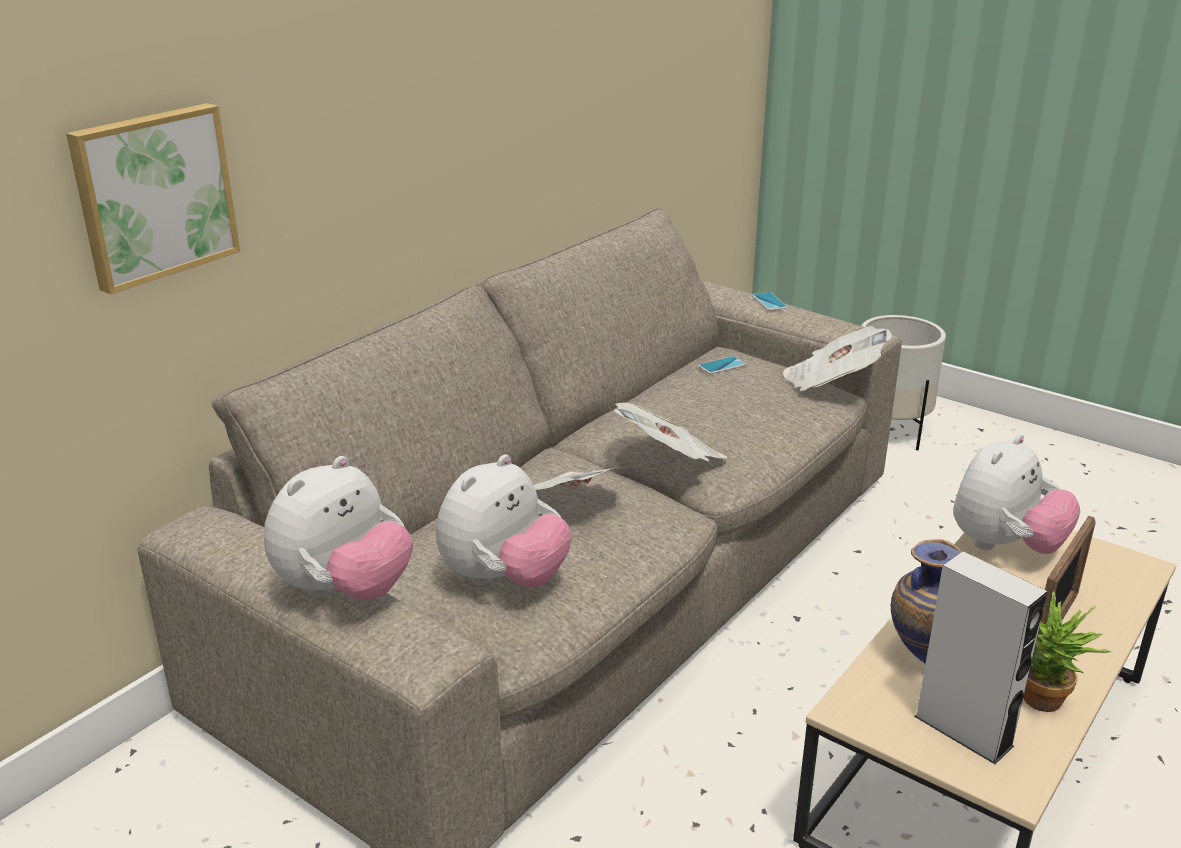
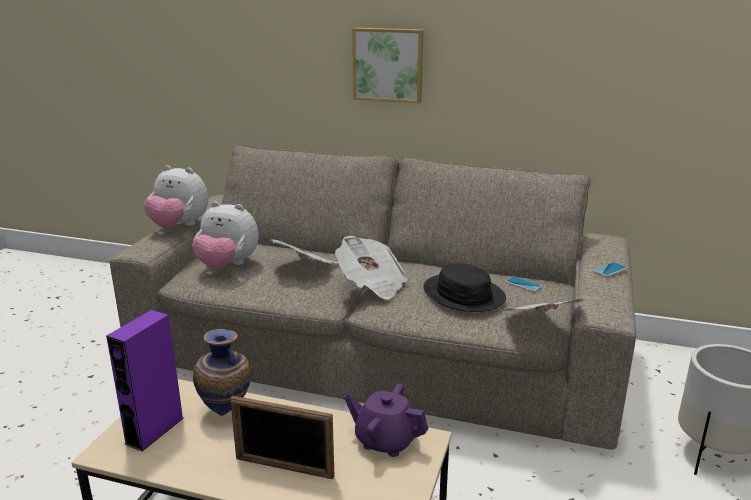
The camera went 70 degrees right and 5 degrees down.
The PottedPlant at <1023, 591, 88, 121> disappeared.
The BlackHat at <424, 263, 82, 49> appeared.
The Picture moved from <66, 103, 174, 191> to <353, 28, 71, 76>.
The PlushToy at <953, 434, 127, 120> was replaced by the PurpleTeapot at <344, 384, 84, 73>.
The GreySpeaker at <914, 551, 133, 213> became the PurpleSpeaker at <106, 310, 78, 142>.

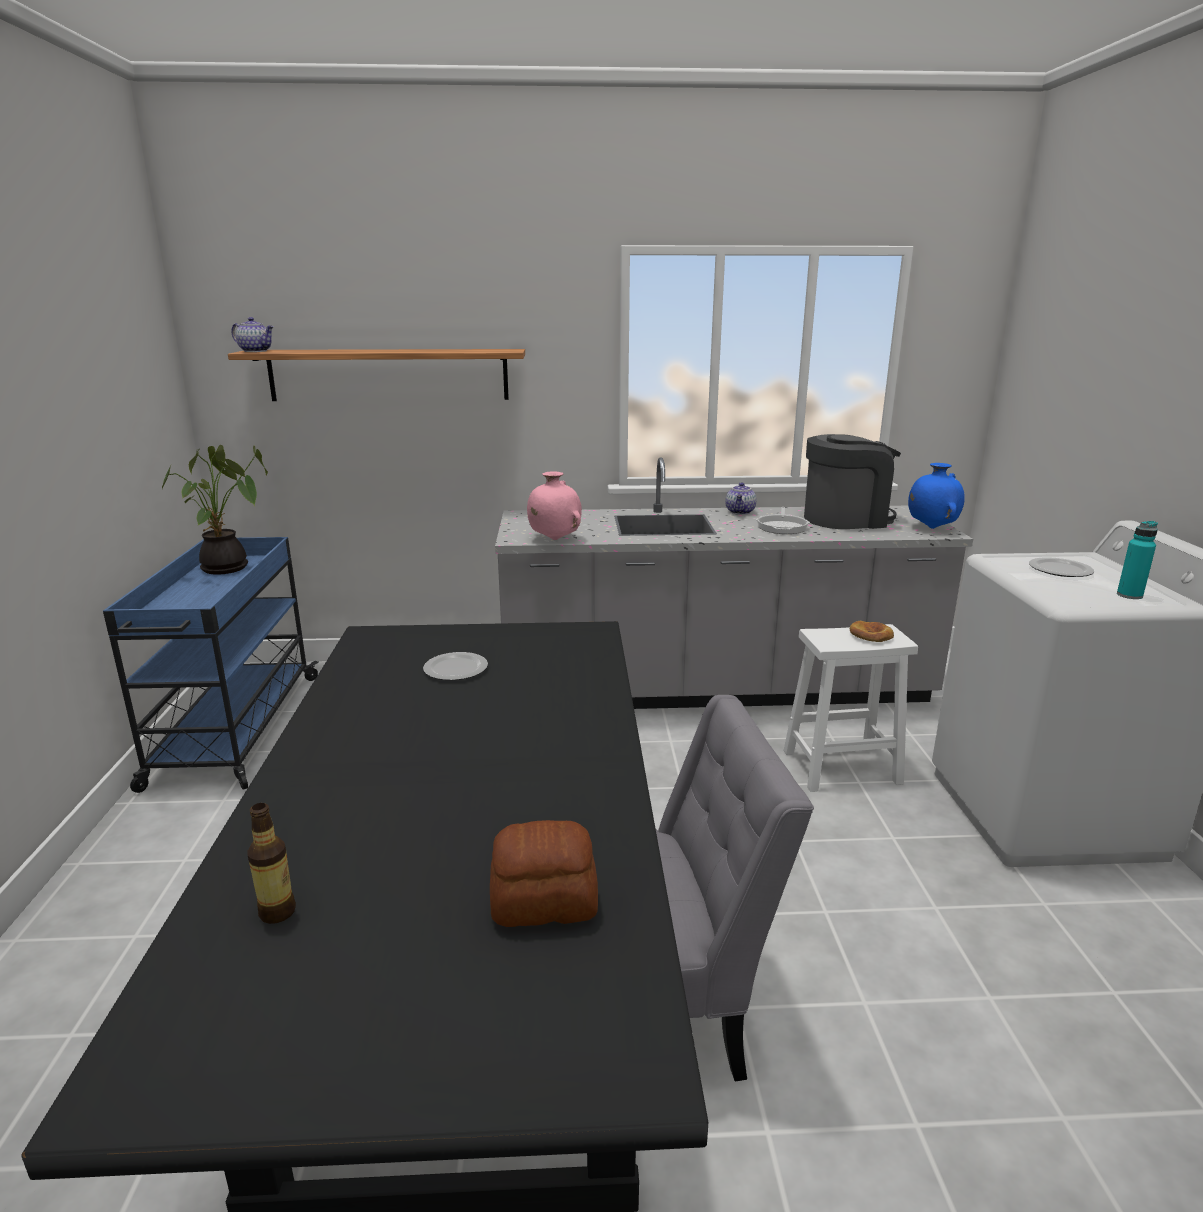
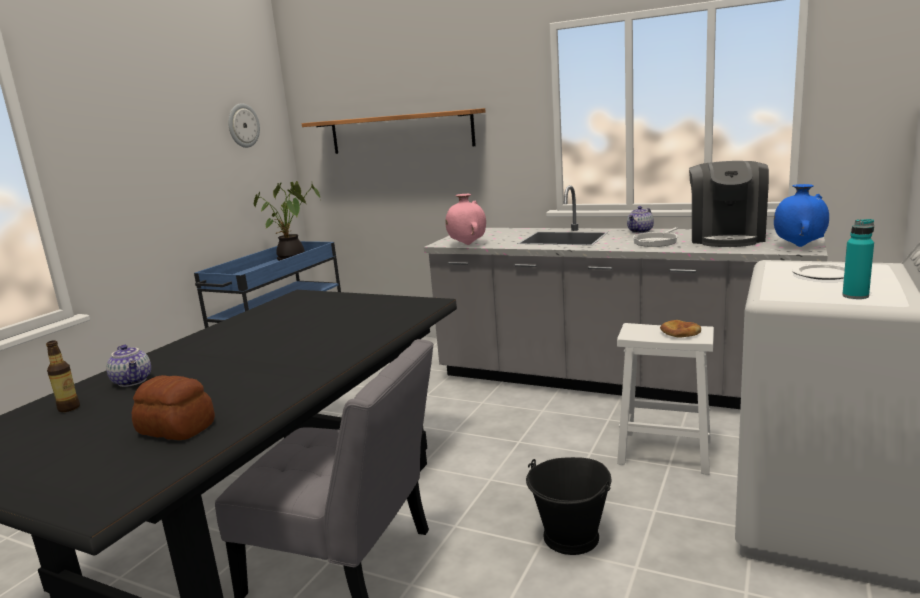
The camera went 30 degrees right and 5 degrees down.
The Plate at <423, 652, 65, 28> disappeared.
The WallClock at <228, 103, 32, 45> appeared.
The BlackBucket at <526, 457, 85, 98> appeared.
The Teapot moved from <232, 317, 42, 35> to <106, 345, 45, 42>.
The CoffeeMachine at <804, 434, 97, 95> turned 90 degrees clockwise.

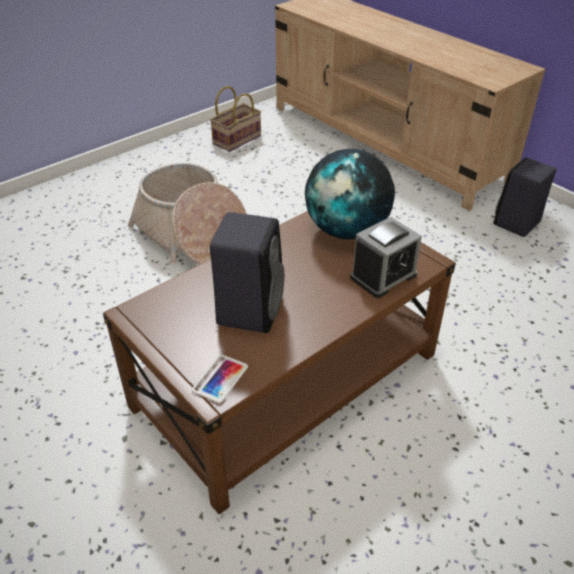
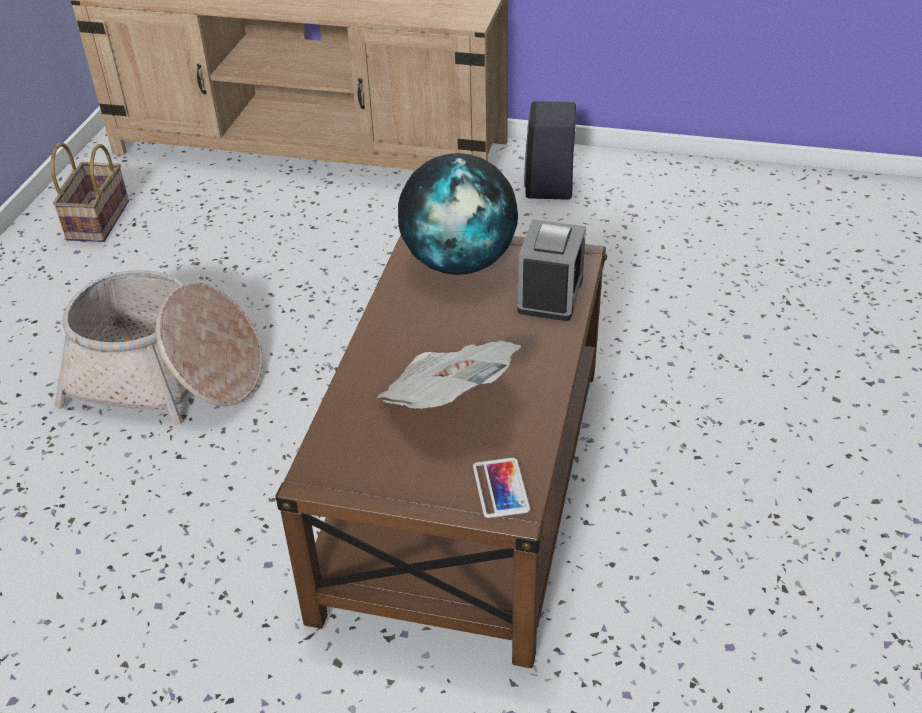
The camera went 35 degrees left and 0 degrees up.
The BlackSpeaker at <210, 212, 74, 121> was replaced by the Newspaper at <377, 340, 144, 69>.

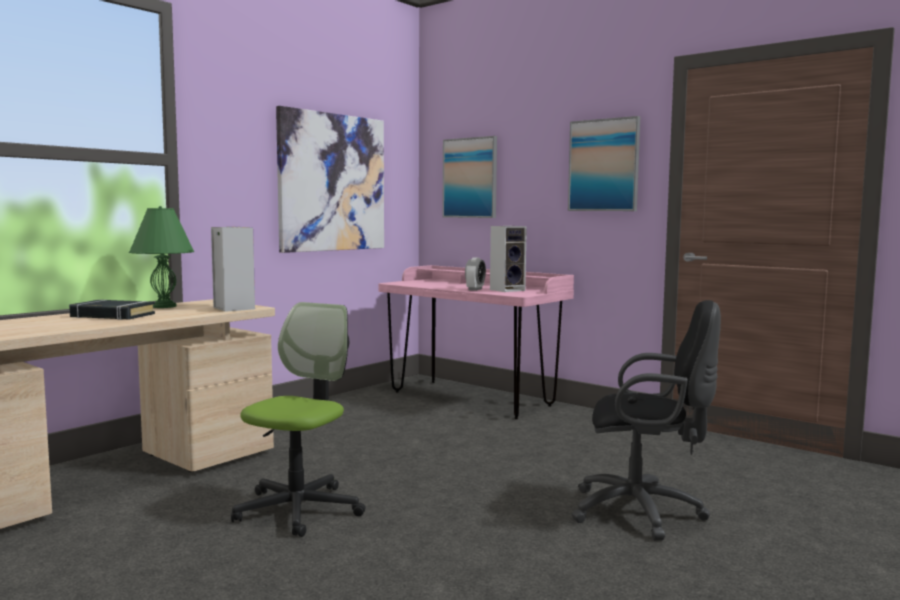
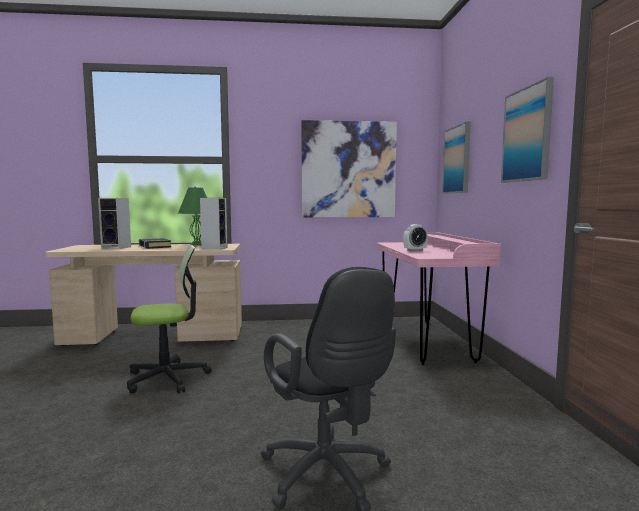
The camera went 45 degrees right and 0 degrees up.
The Speaker moved from <490, 226, 37, 66> to <98, 198, 33, 51>.

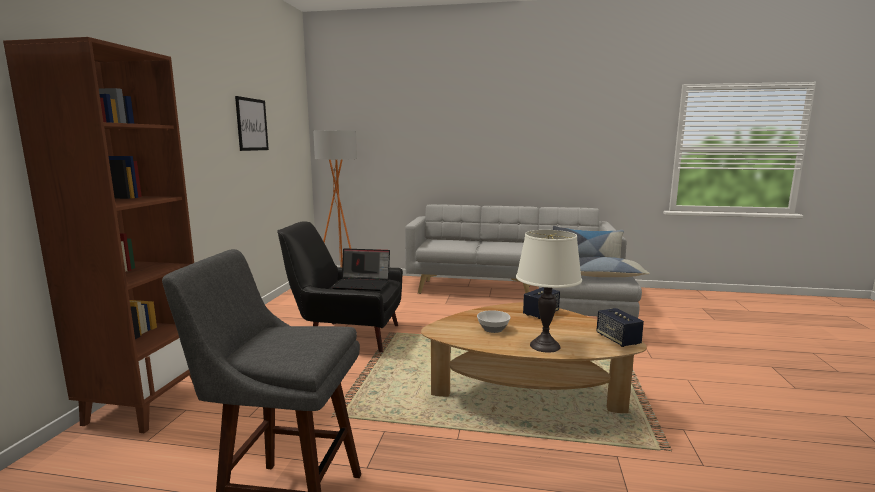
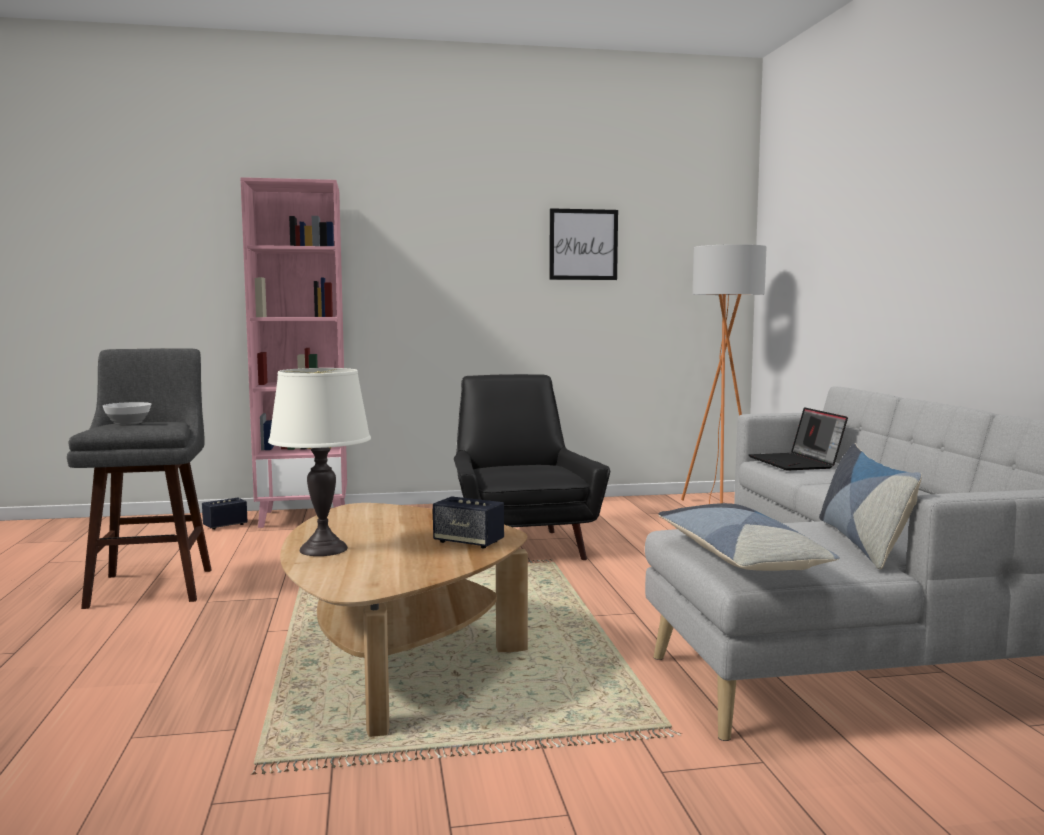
The camera went 70 degrees right and 5 degrees down.
The Laptop moved from <332, 248, 58, 43> to <749, 407, 99, 63>.
The Bowl moved from <477, 310, 34, 23> to <103, 402, 48, 23>.
The Speaker moved from <596, 308, 48, 39> to <202, 498, 46, 32>.
The BrownBookcase at <3, 37, 191, 396> became the PinkBookcase at <240, 177, 107, 351>.

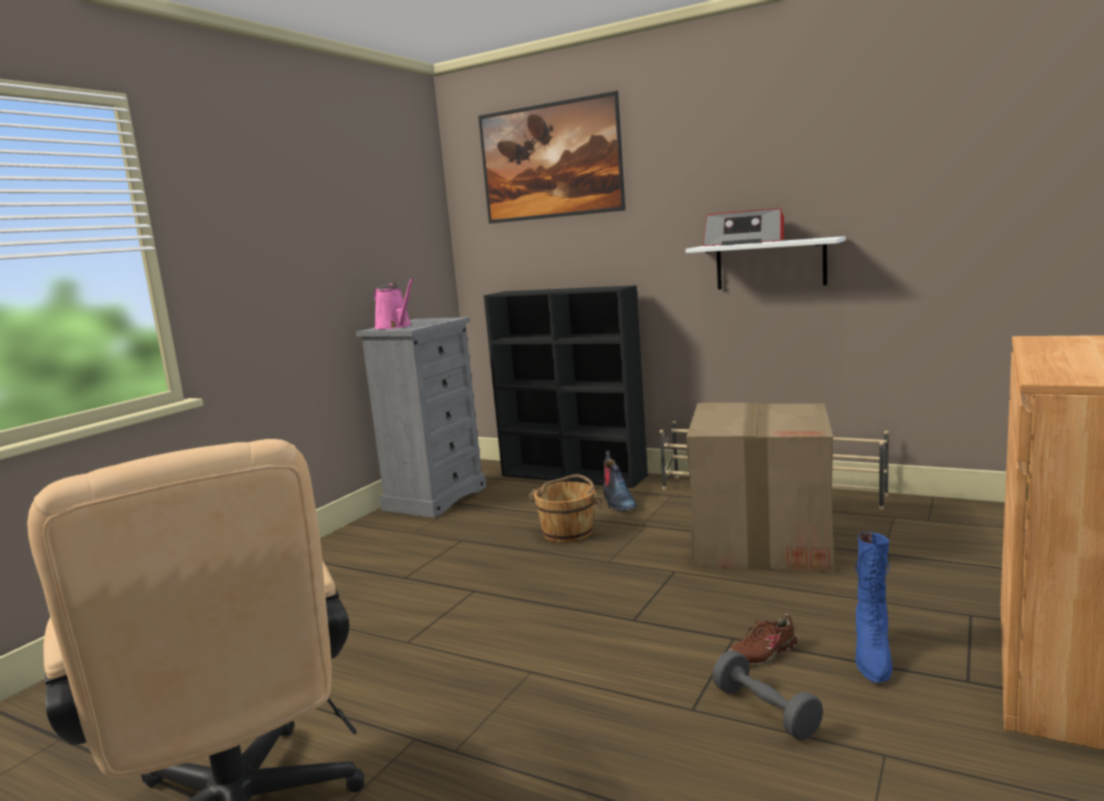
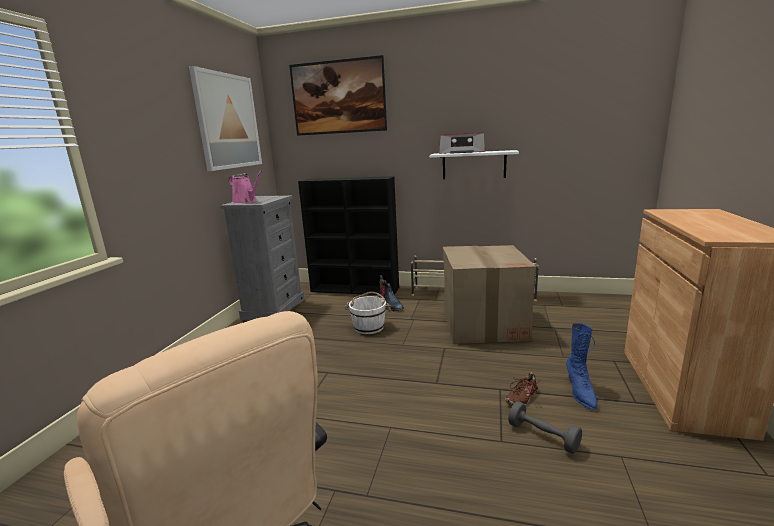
The camera went 15 degrees left and 5 degrees up.
The Picture at <189, 66, 73, 105> appeared.
The BrownBucket at <529, 474, 74, 69> became the WhiteBucket at <345, 292, 47, 42>.

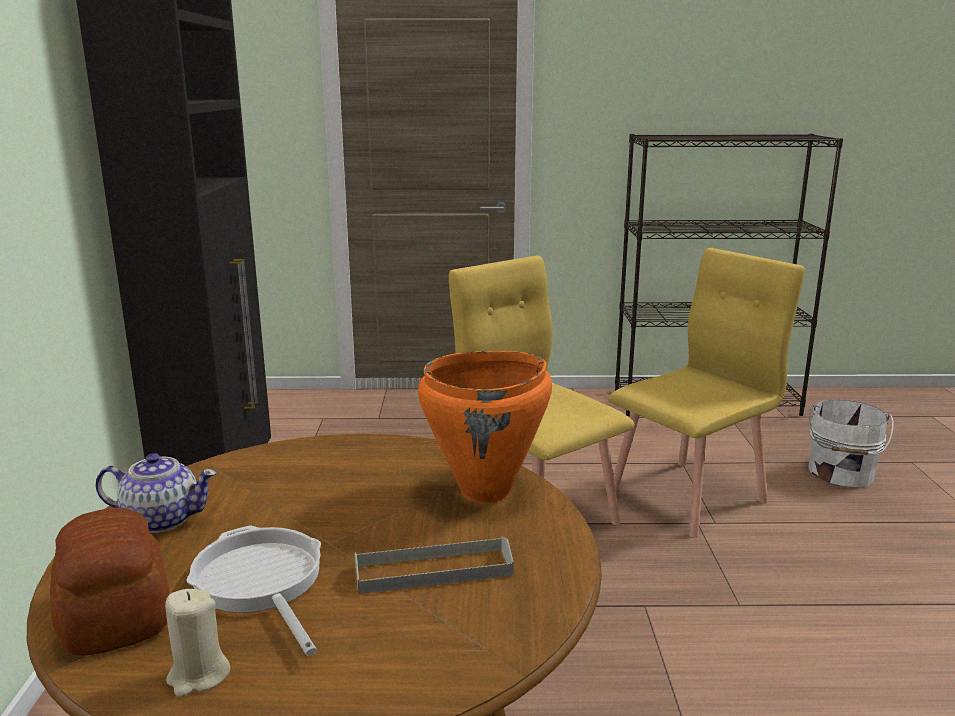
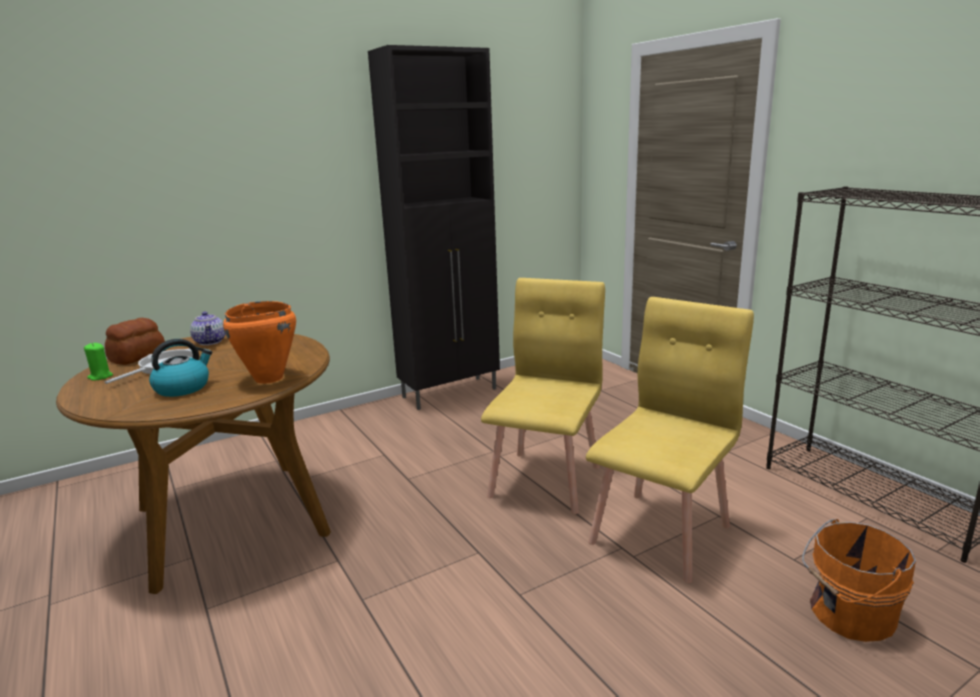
The camera went 60 degrees right and 0 degrees up.
The GreyTray at <355, 536, 159, 58> was replaced by the Kettle at <149, 339, 63, 58>.
The BeigeCandle at <165, 589, 65, 108> became the GreenCandle at <84, 343, 29, 37>.
The WhiteBucket at <808, 400, 86, 87> became the OrangeBucket at <802, 519, 114, 123>.
The YellowChair at <608, 248, 197, 290> turned 75 degrees counterclockwise.

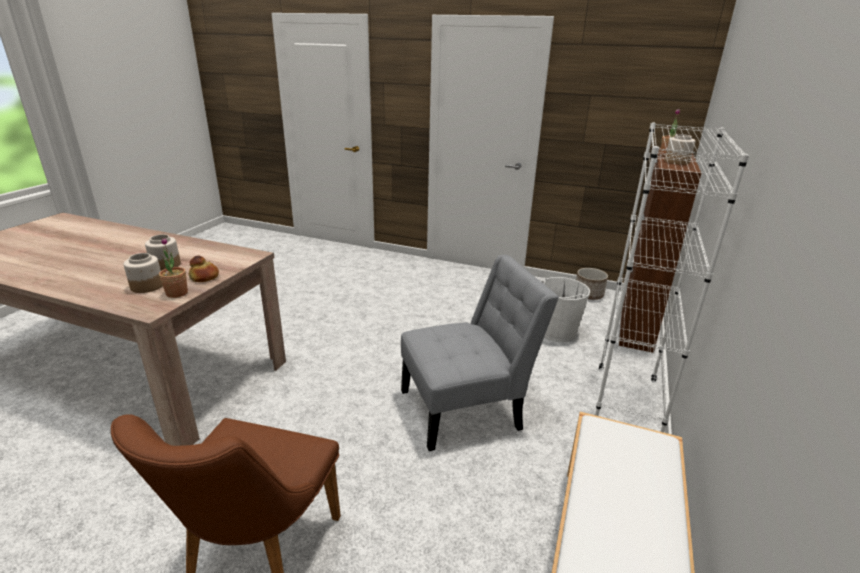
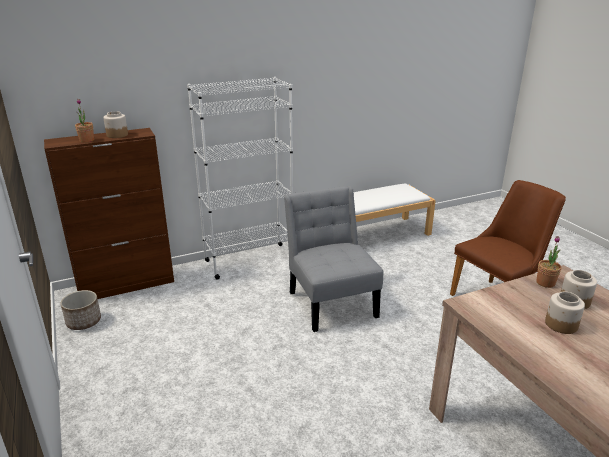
The camera went 135 degrees left and 0 degrees up.
The Bread at <189, 256, 30, 26> disappeared.
The WhiteBucket at <541, 277, 49, 65> disappeared.
The GreyChair at <401, 255, 158, 196> turned 45 degrees clockwise.

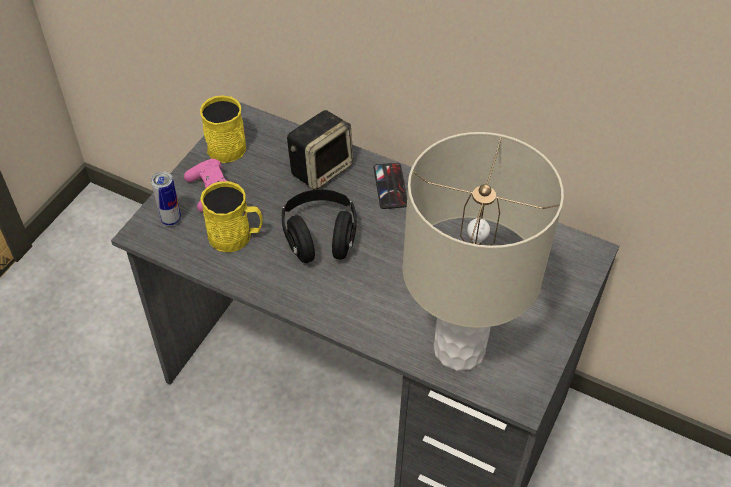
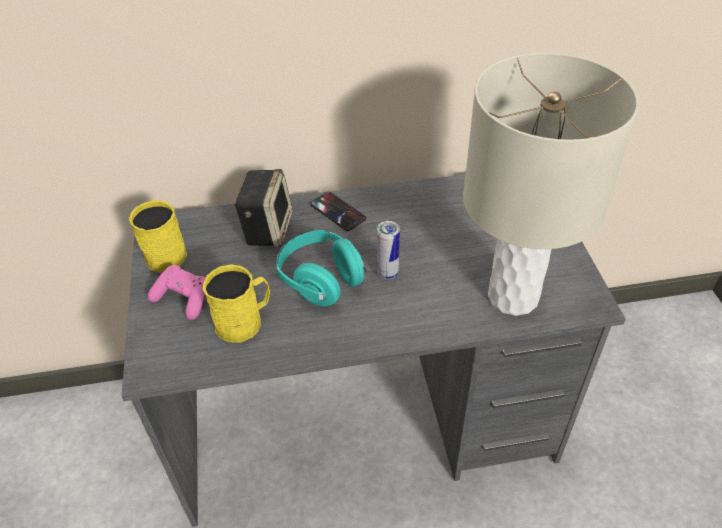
The camera went 35 degrees left and 5 degrees down.
The Can moved from <151, 171, 30, 55> to <377, 221, 23, 59>.
The BlackHeadphones at <282, 189, 75, 74> became the TurquoiseHeadphones at <276, 230, 91, 77>.

